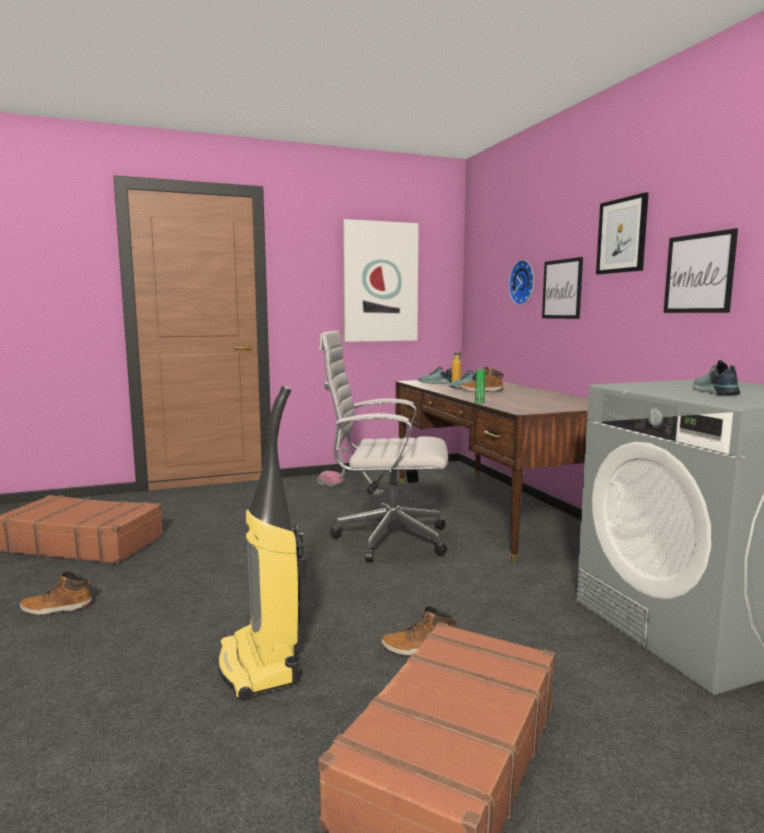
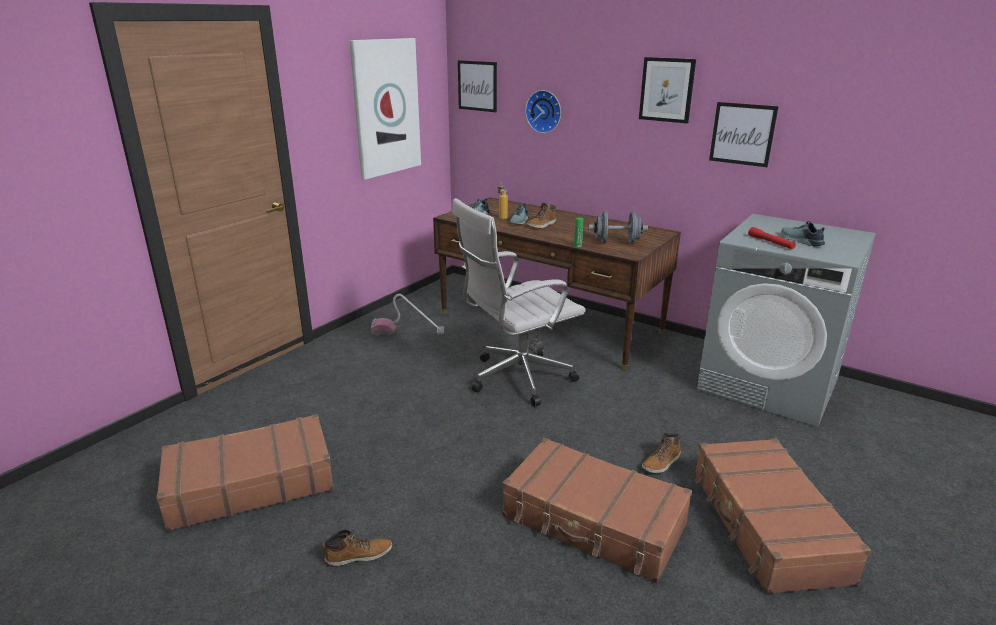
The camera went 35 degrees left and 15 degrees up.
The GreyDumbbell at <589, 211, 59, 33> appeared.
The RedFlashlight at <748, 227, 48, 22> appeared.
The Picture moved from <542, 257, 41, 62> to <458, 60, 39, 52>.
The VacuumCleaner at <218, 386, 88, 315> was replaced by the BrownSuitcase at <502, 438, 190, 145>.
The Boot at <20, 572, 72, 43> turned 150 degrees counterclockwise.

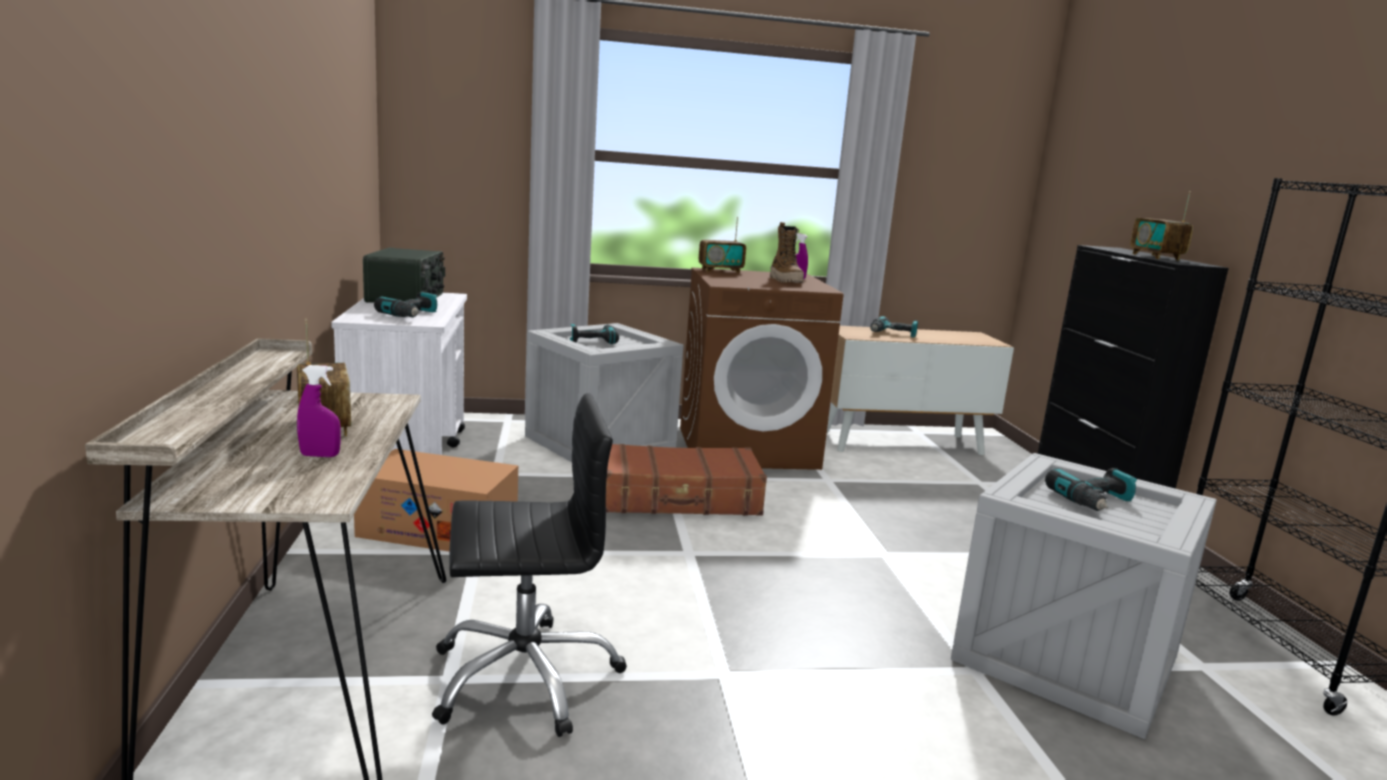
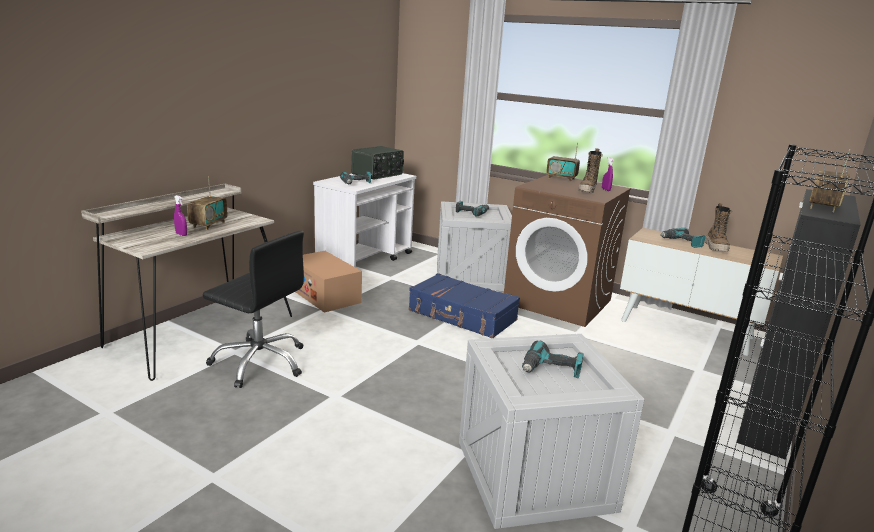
The camera went 40 degrees right and 5 degrees up.
The Boot at <705, 203, 27, 49> appeared.
The BrownSuitcase at <606, 444, 161, 72> became the BlueSuitcase at <409, 273, 111, 65>.

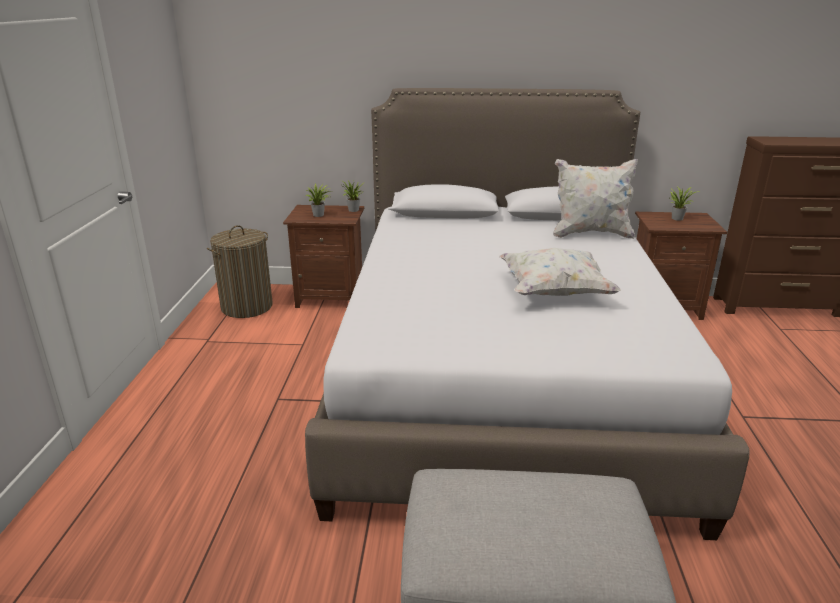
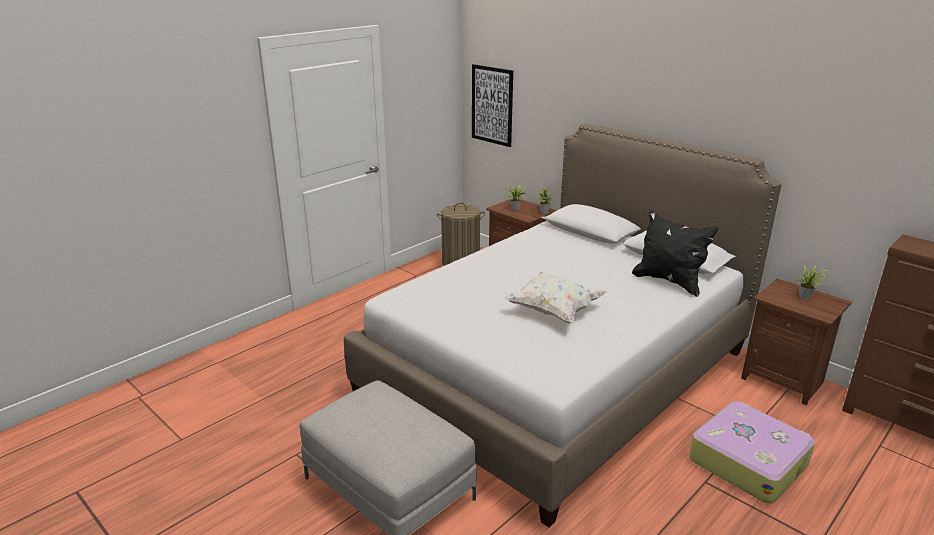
The camera went 40 degrees right and 0 degrees up.
The Picture at <472, 64, 41, 83> appeared.
The Suitcase at <689, 401, 126, 102> appeared.
The WhitePillow at <553, 159, 85, 80> became the BlackPillow at <632, 211, 87, 86>.

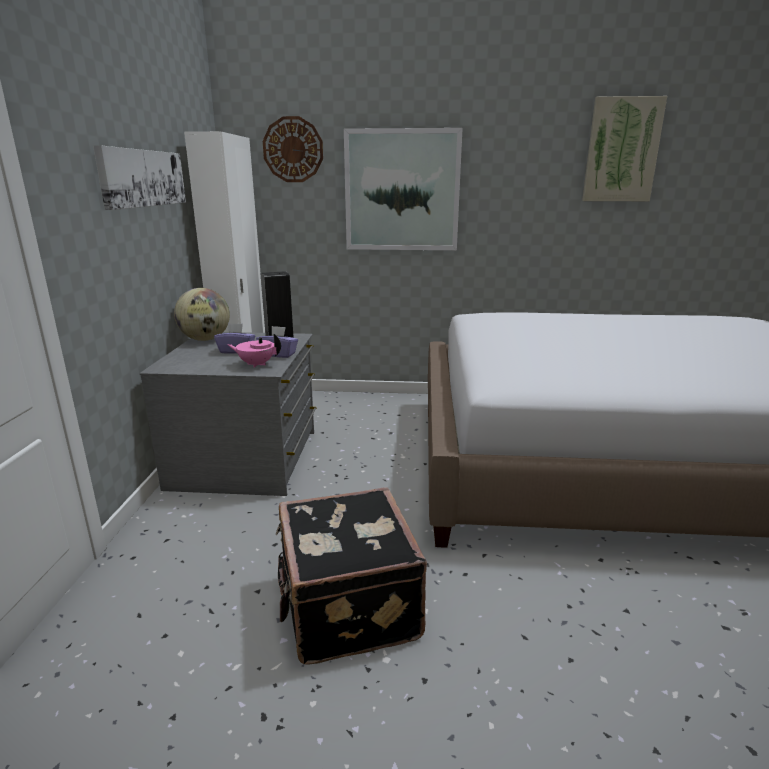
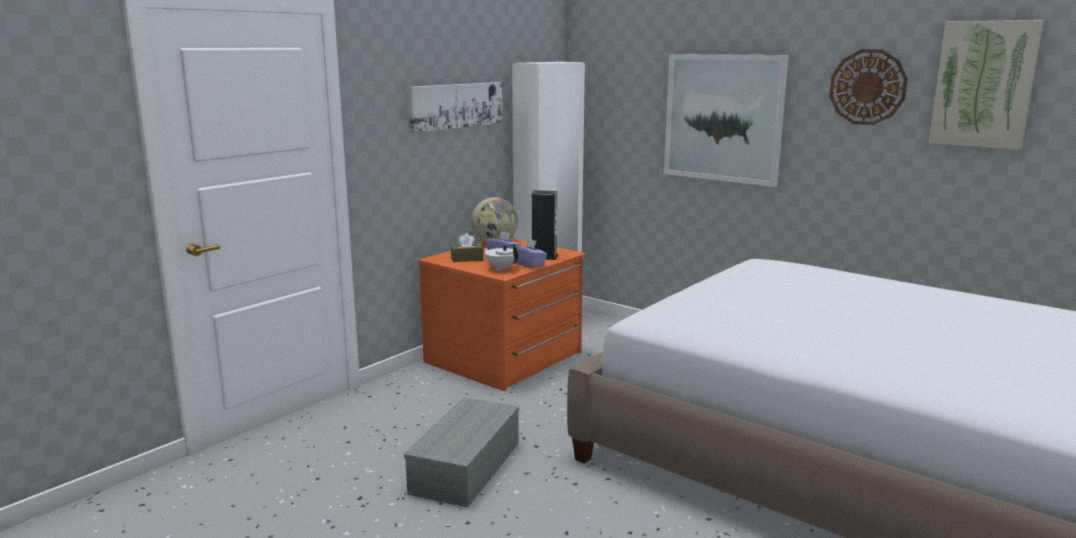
The camera went 35 degrees right and 5 degrees down.
The BrownTissueBox at <451, 233, 33, 29> appeared.
The WallClock moved from <263, 116, 60, 66> to <829, 49, 79, 76>.
The BlackSuitcase at <276, 487, 151, 178> was replaced by the GreyStorageBox at <404, 397, 115, 110>.
The GreyDresser at <139, 332, 177, 164> became the OrangeDresser at <418, 238, 168, 154>.
The PinkTeapot at <227, 334, 54, 34> became the WhiteTeapot at <484, 244, 34, 27>.

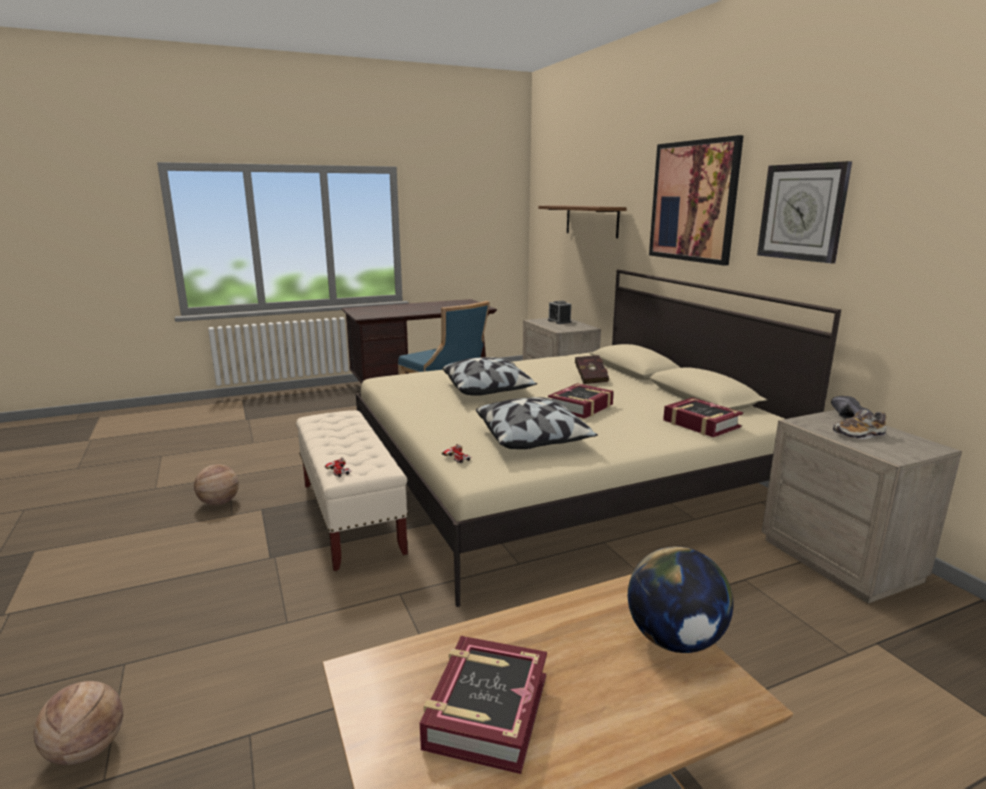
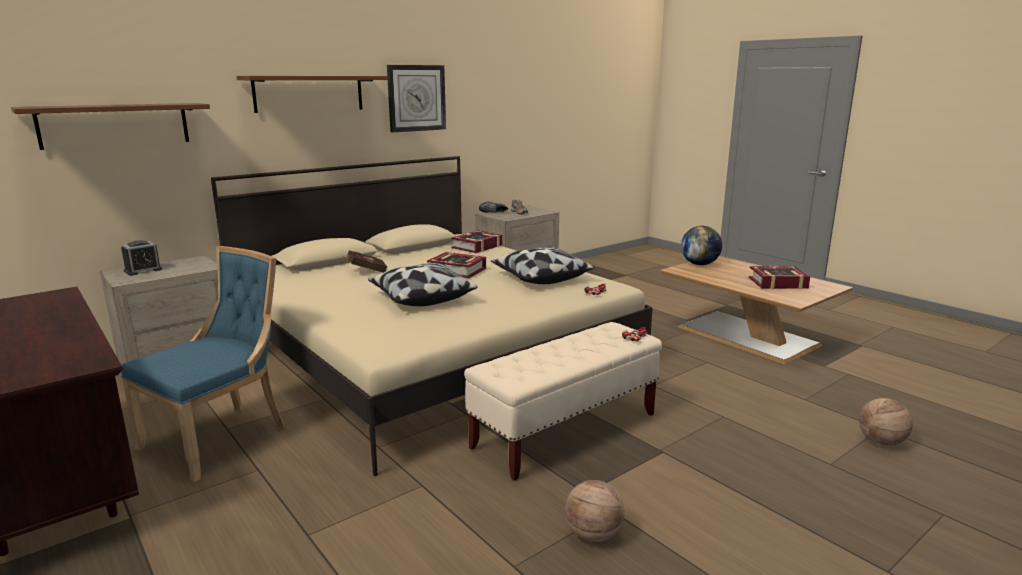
The camera went 105 degrees left and 0 degrees up.
The Picture at <649, 135, 95, 131> was replaced by the Shelf at <237, 76, 151, 37>.

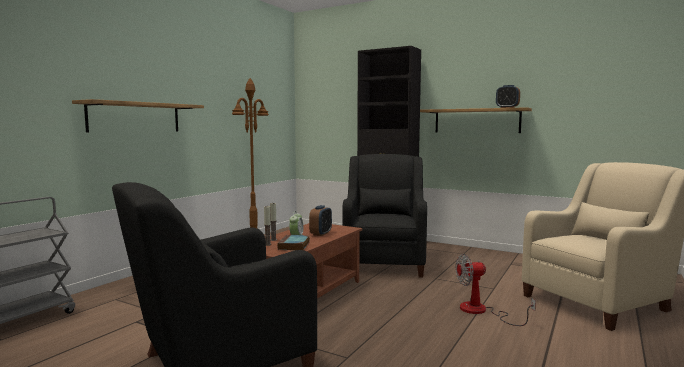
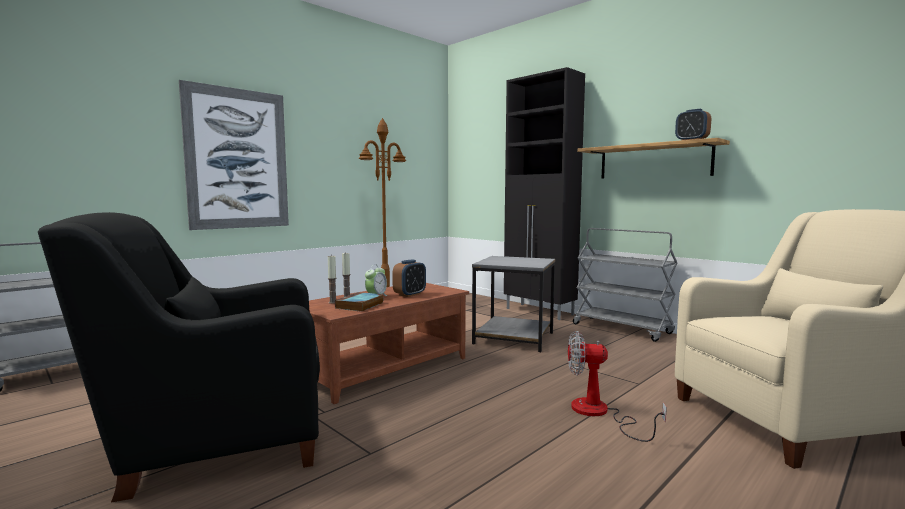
The camera went 15 degrees right and 0 degrees up.
The GreyCart at <573, 228, 104, 114> appeared.
The Shelf at <72, 99, 132, 34> was replaced by the Picture at <179, 80, 110, 150>.
The BlackArmchair at <342, 154, 85, 124> was replaced by the GreySideTable at <472, 256, 83, 96>.

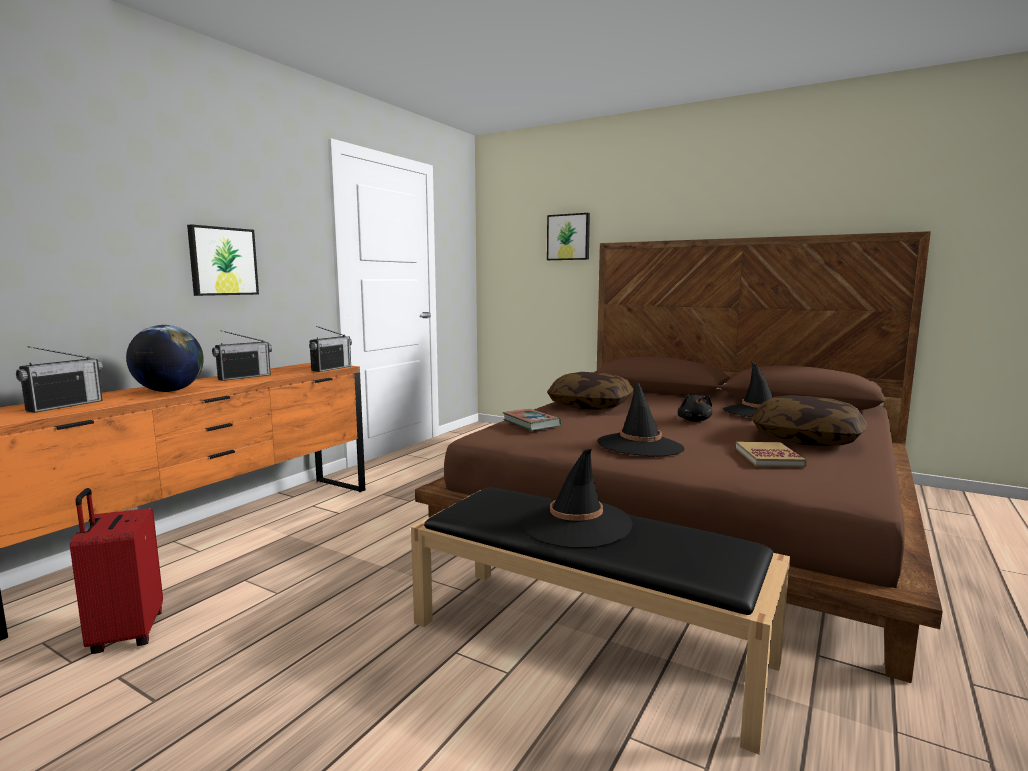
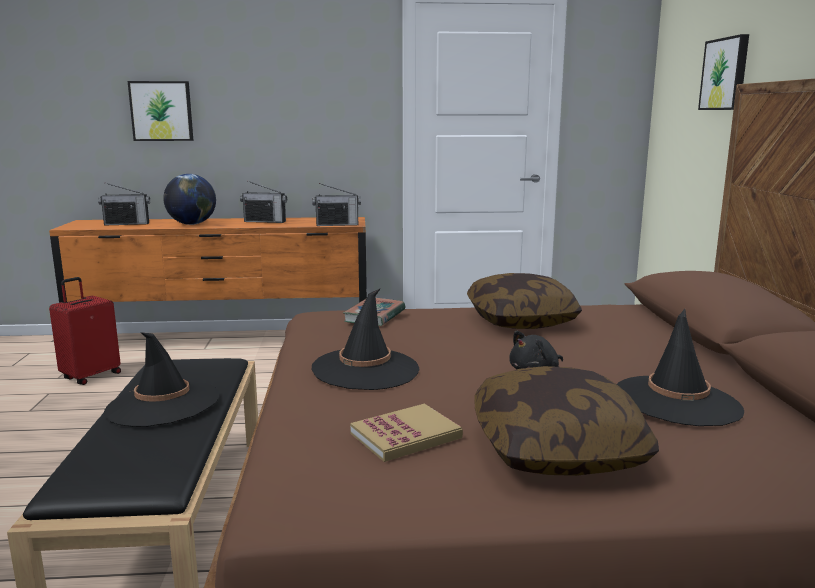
The camera went 55 degrees right and 5 degrees up.
The Picture moved from <187, 224, 72, 72> to <128, 81, 65, 60>.

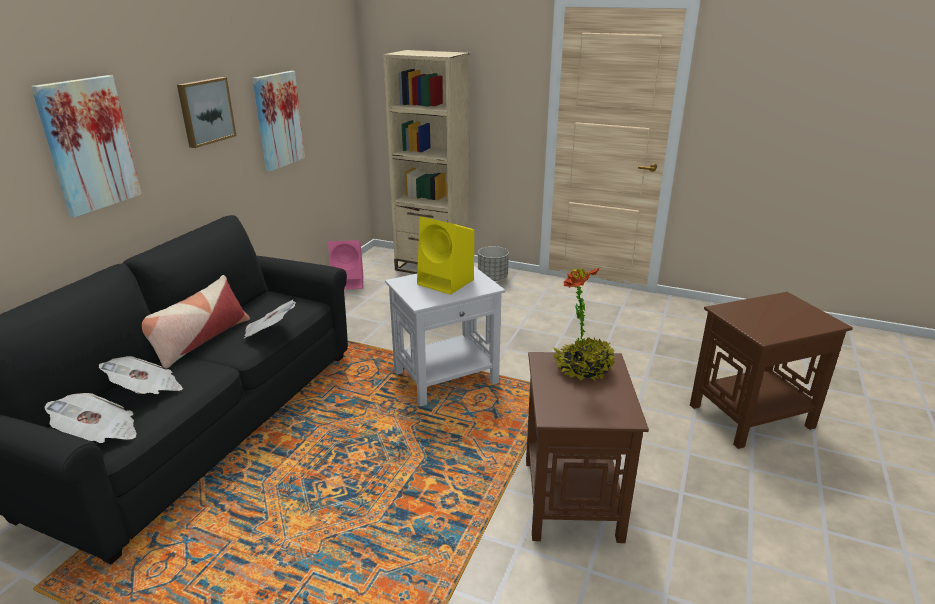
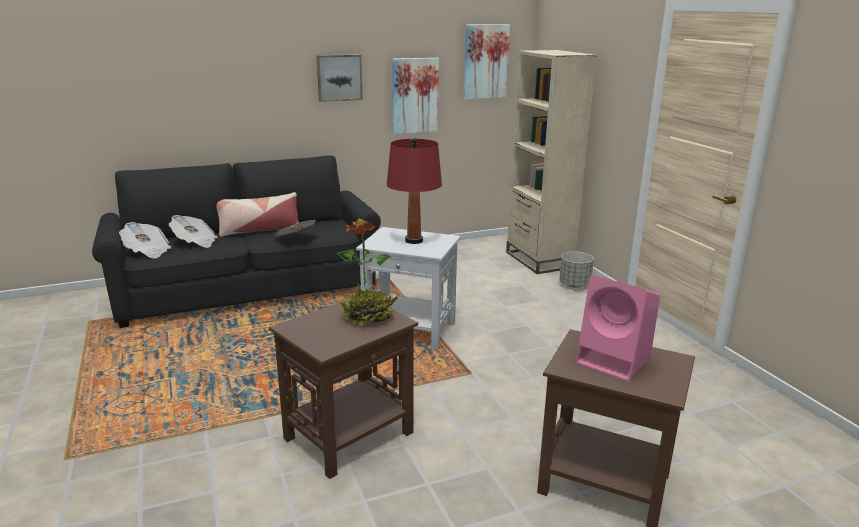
The camera went 45 degrees right and 5 degrees down.
The Picture moved from <31, 75, 111, 142> to <464, 24, 46, 75>.
The PinkSpeaker moved from <328, 240, 35, 50> to <576, 275, 84, 107>.
The YellowSpeaker at <417, 216, 57, 79> was replaced by the RedTableLamp at <387, 138, 55, 106>.

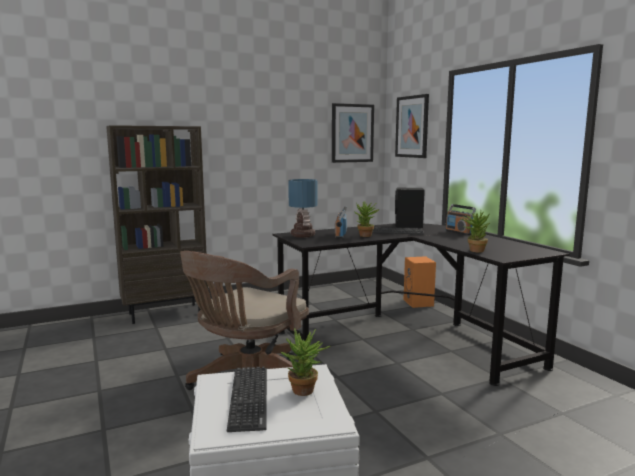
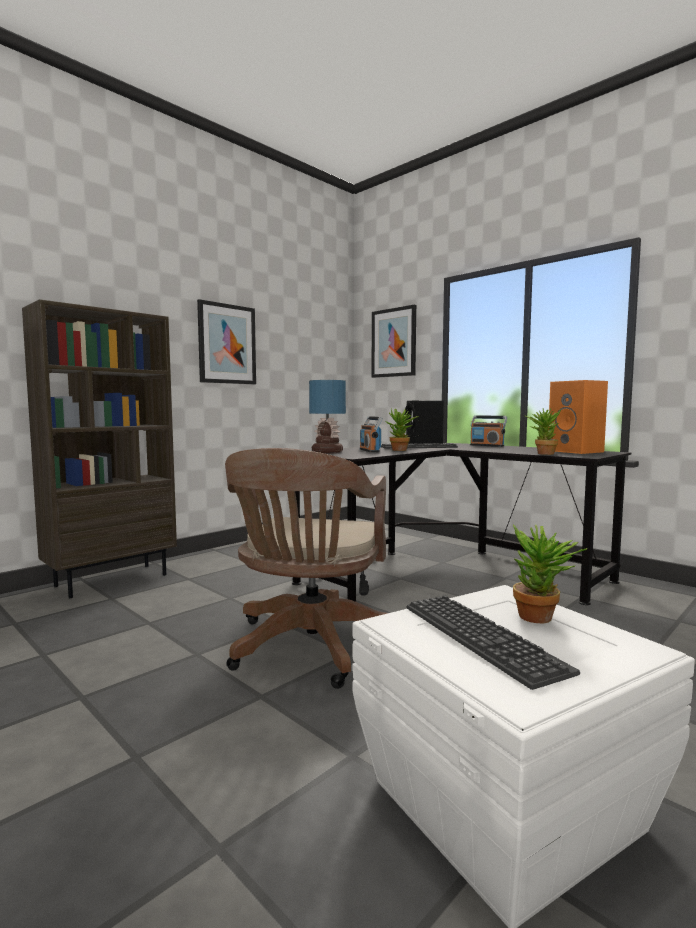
The camera went 20 degrees left and 5 degrees down.
The Picture moved from <332, 103, 42, 60> to <197, 299, 59, 85>.
The OrangeSpeaker moved from <404, 256, 32, 52> to <549, 380, 59, 74>.

